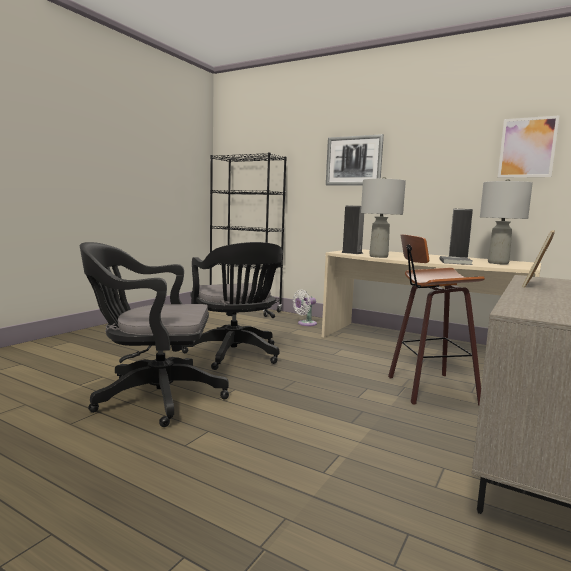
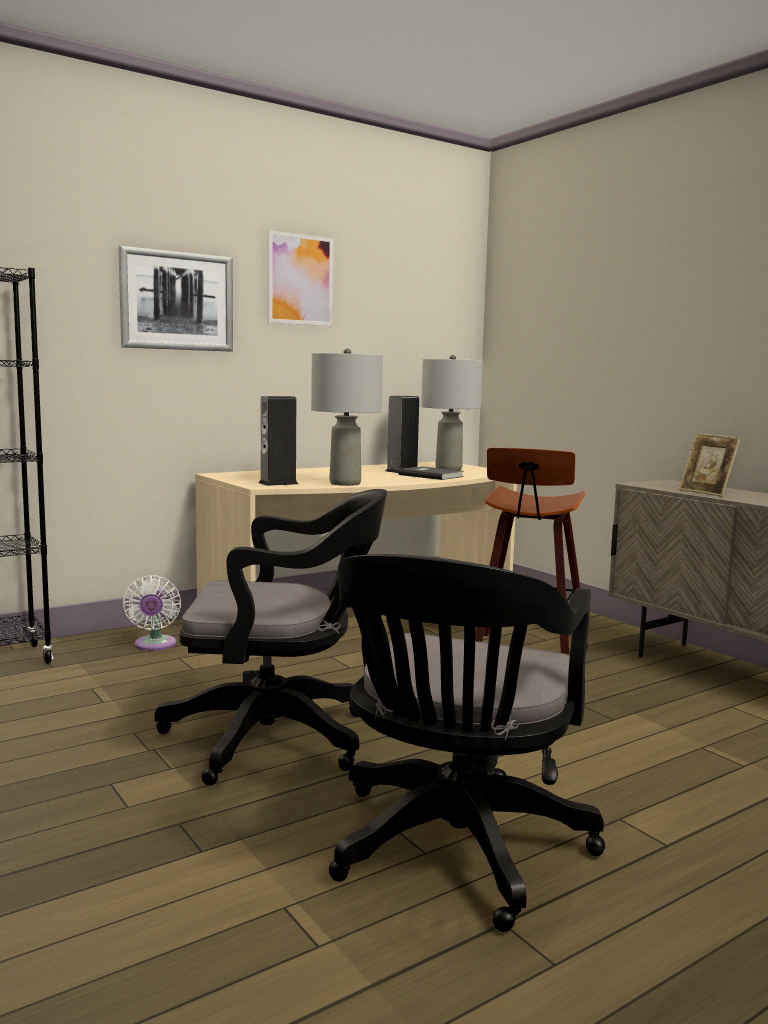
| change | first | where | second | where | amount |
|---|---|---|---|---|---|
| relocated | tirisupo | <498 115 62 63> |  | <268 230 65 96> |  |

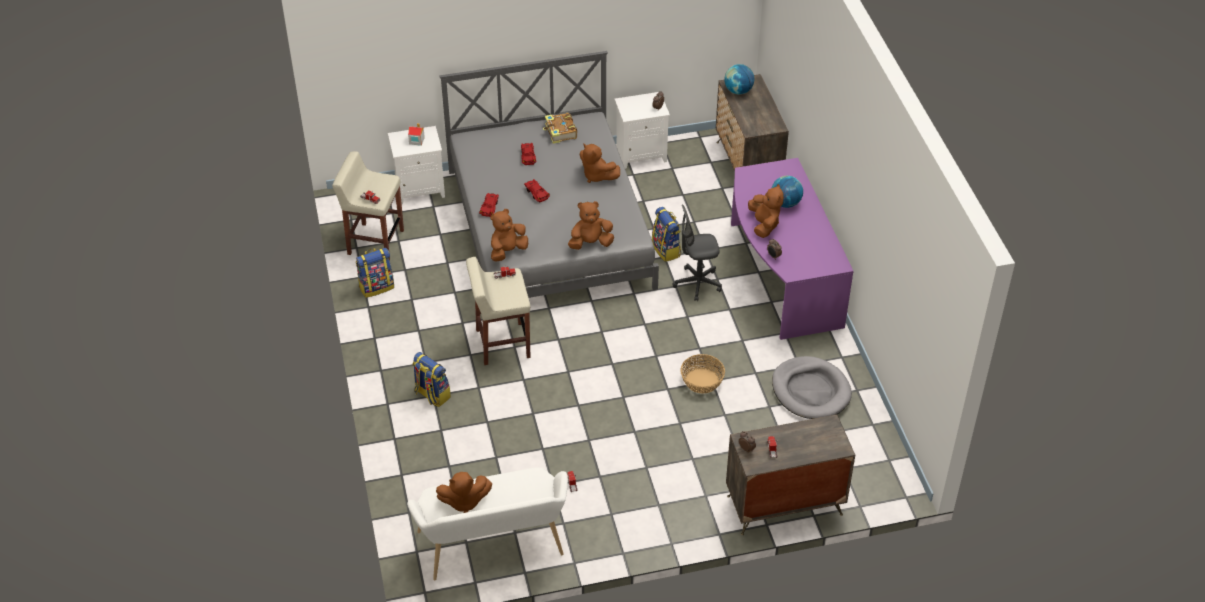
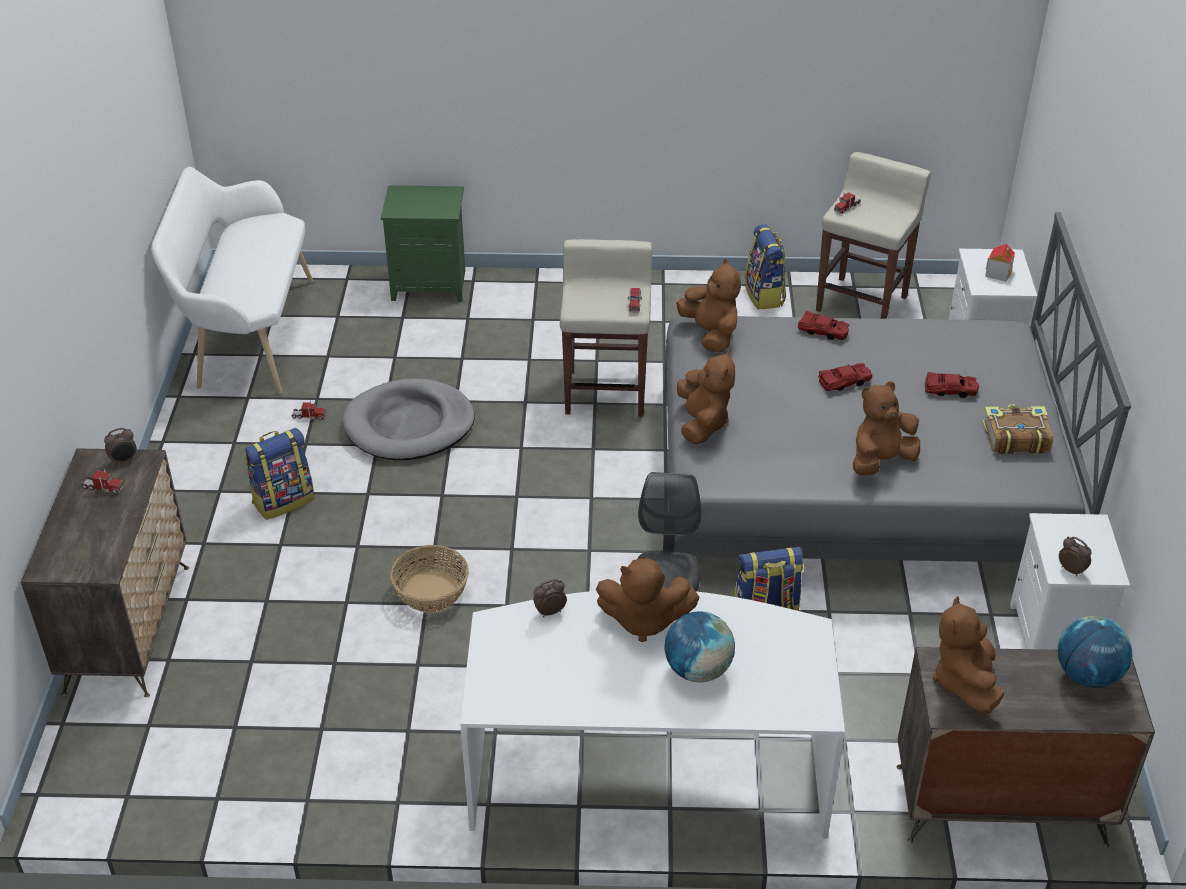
| change | first | where | second | where | amount |
|---|---|---|---|---|---|
| relocated | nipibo | <412 352 39 55> |  | <245 428 69 92> |  |
| relocated | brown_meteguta | <436 472 56 41> |  | <933 596 71 118> |  |
| colour | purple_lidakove | <731 158 123 182> | white_lidakove | <460 591 385 248> |  |
| relocated | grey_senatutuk | <772 356 80 63> |  | <342 378 133 82> |  |
| appeared |  |  | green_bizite | <381 185 84 117> |  |

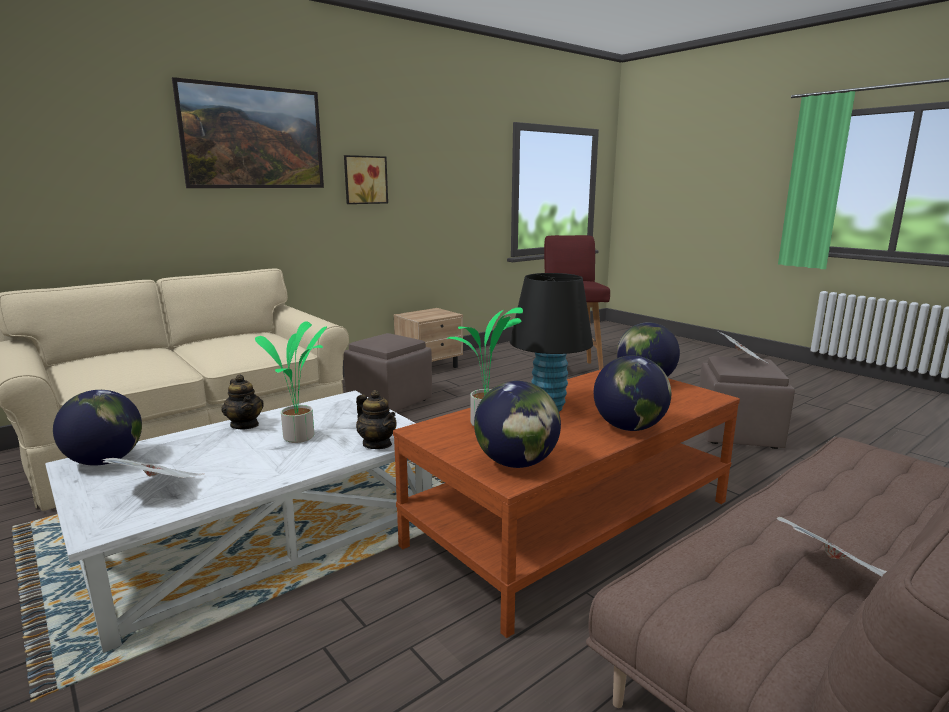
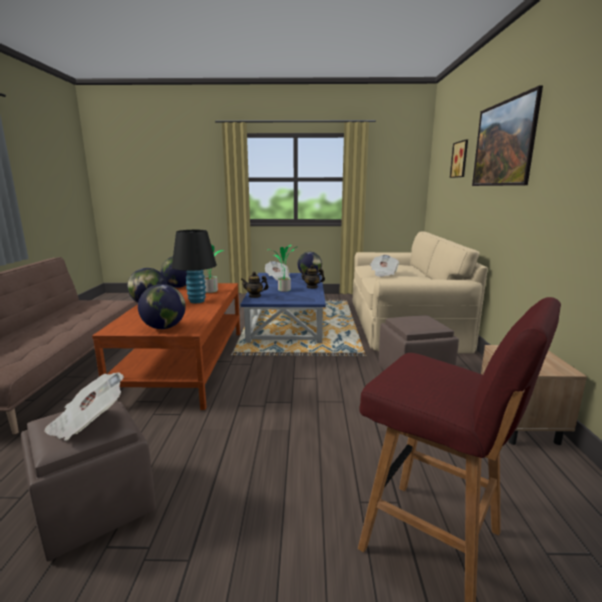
| change | first | where | second | where | amount |
|---|---|---|---|---|---|
| colour | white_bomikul | <45 391 387 262> | blue_bomikul | <240 273 86 70> |  |
| relocated | tirisupo | <344 155 44 49> |  | <450 139 18 39> |  |
| relocated | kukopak | <777 517 110 60> |  | <370 255 29 22> |  |

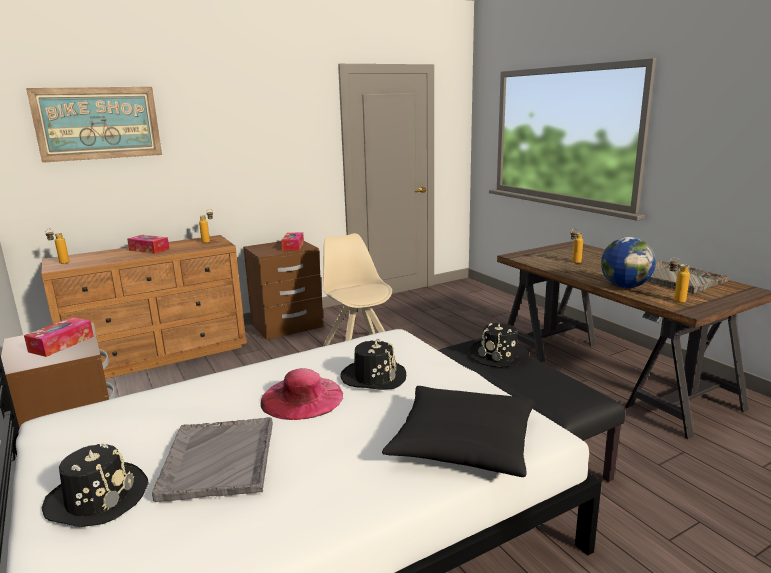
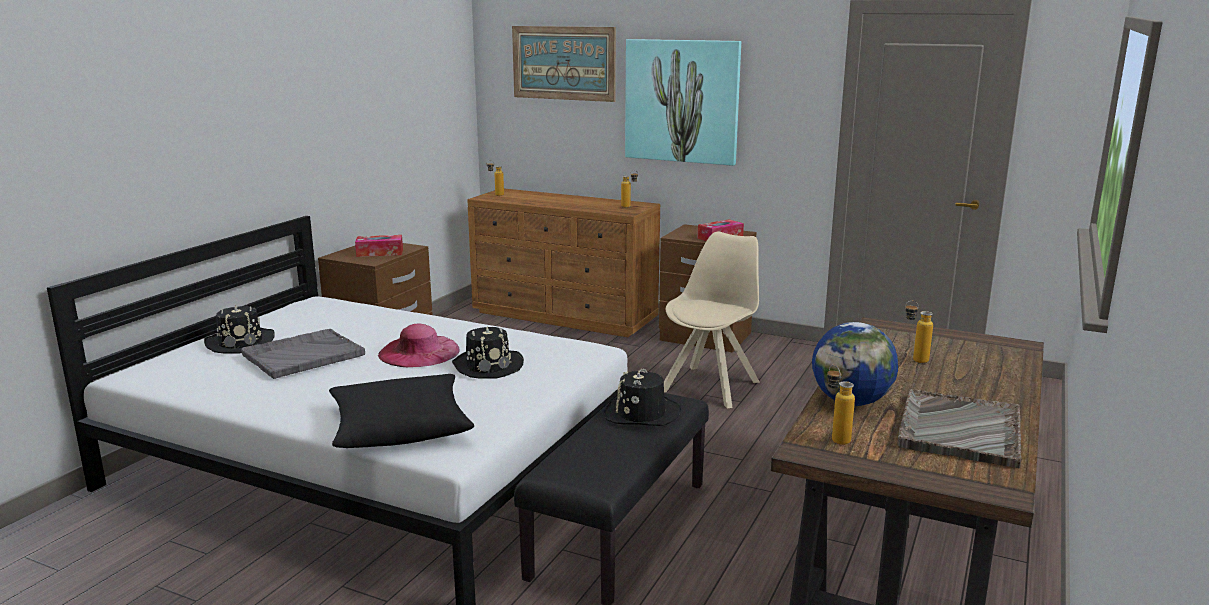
| change | first | where | second | where | amount |
|---|---|---|---|---|---|
| missing | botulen | <127 235 42 19> |  |  |  |
| appeared |  |  | tirisupo | <625 39 116 127> |  |

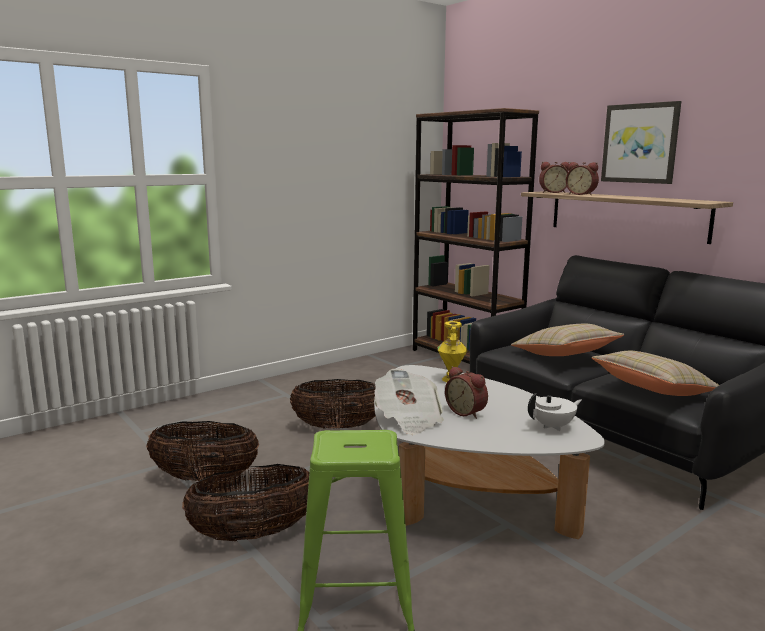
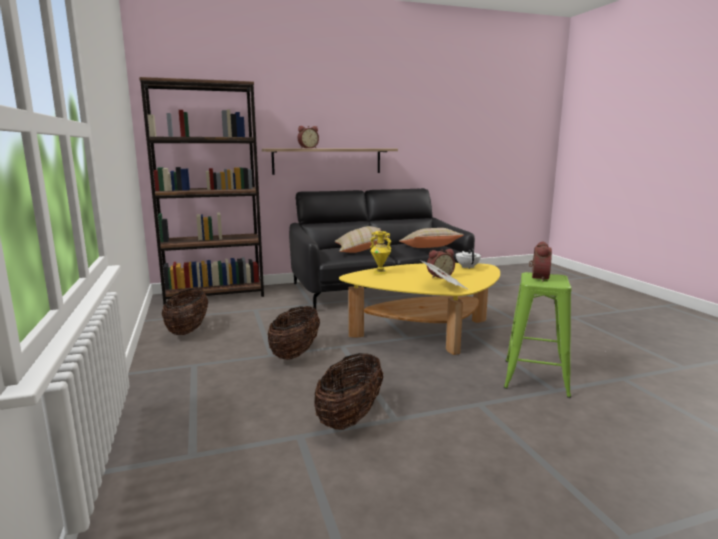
| change | first | where | second | where | amount |
|---|---|---|---|---|---|
| relocated | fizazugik | <182 464 127 77> |  | <161 289 47 46> |  |
| colour | white_bomikul | <374 365 231 174> | yellow_bomikul | <339 263 161 92> |  |
| relocated | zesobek | <539 162 30 31> |  | <529 241 23 41> |  |
| missing | tirisupo | <601 101 80 83> |  |  |  |

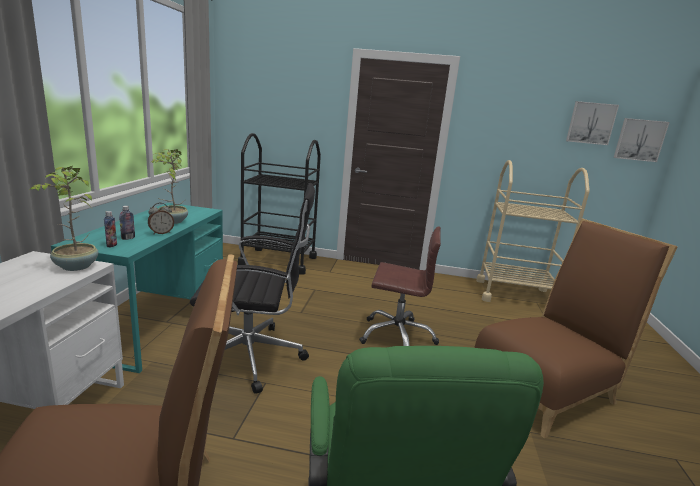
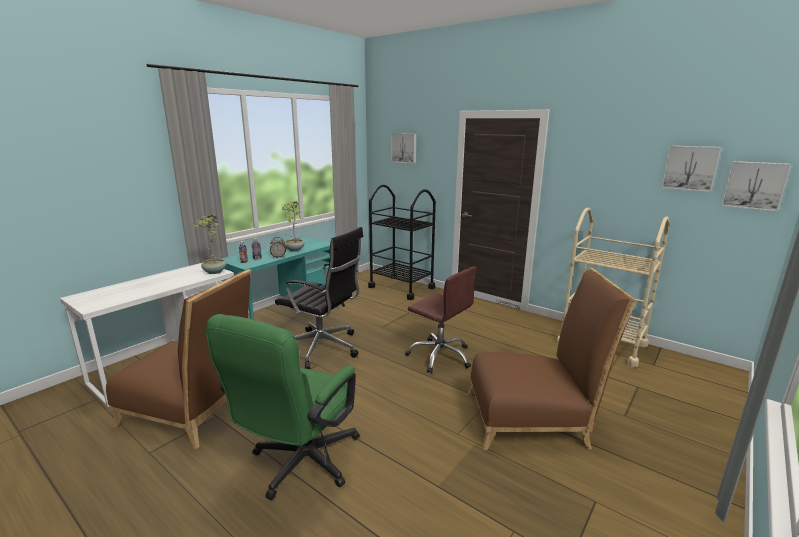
| change | first | where | second | where | amount |
|---|---|---|---|---|---|
| appeared |  |  | tirisupo | <391 133 25 31> |  |

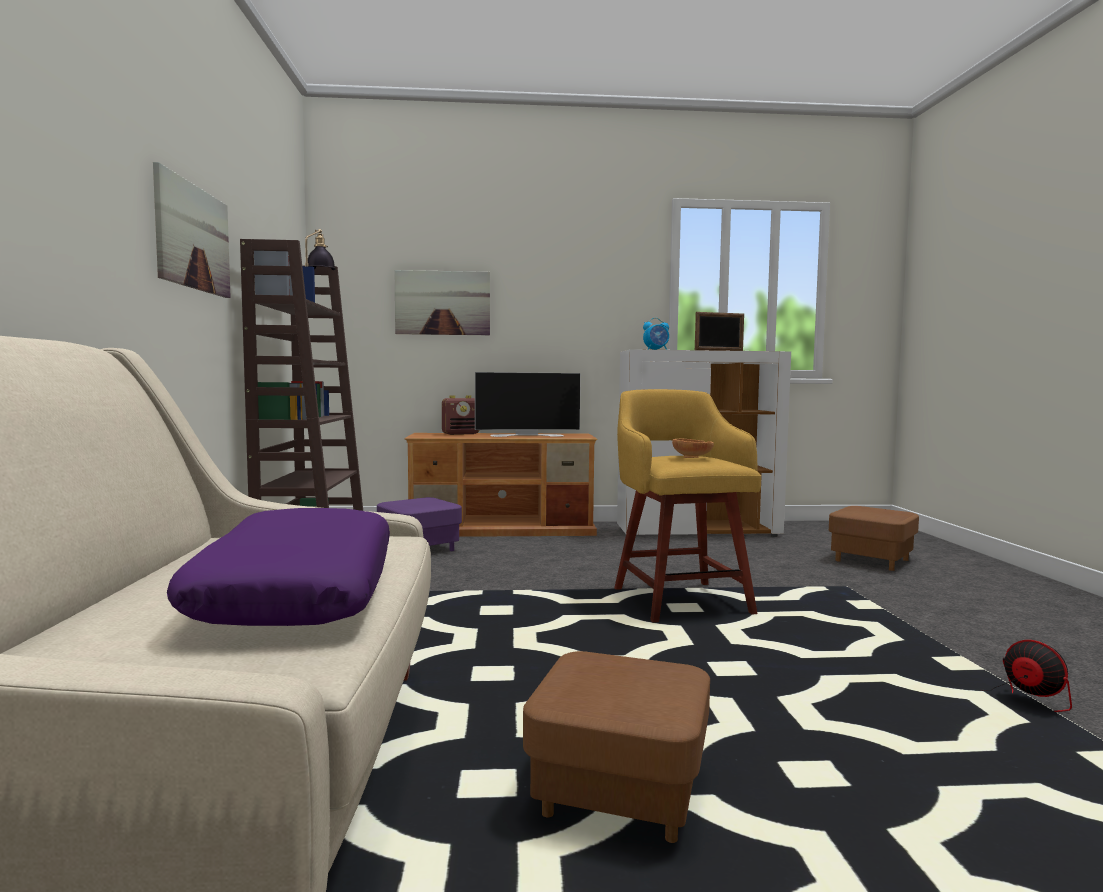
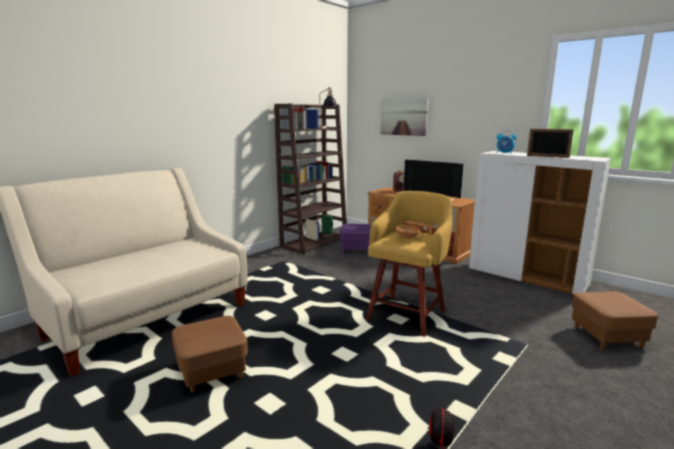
| change | first | where | second | where | amount |
|---|---|---|---|---|---|
| missing | tirisupo | <153 162 78 136> |  |  |  |
| missing | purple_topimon | <167 508 223 118> |  |  |  |

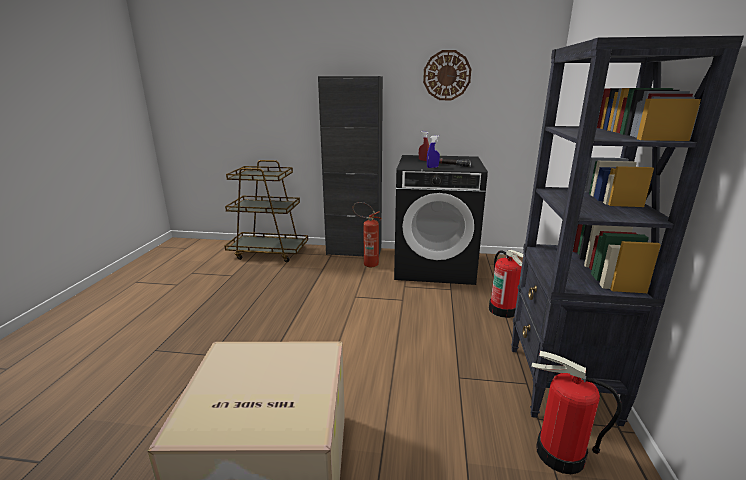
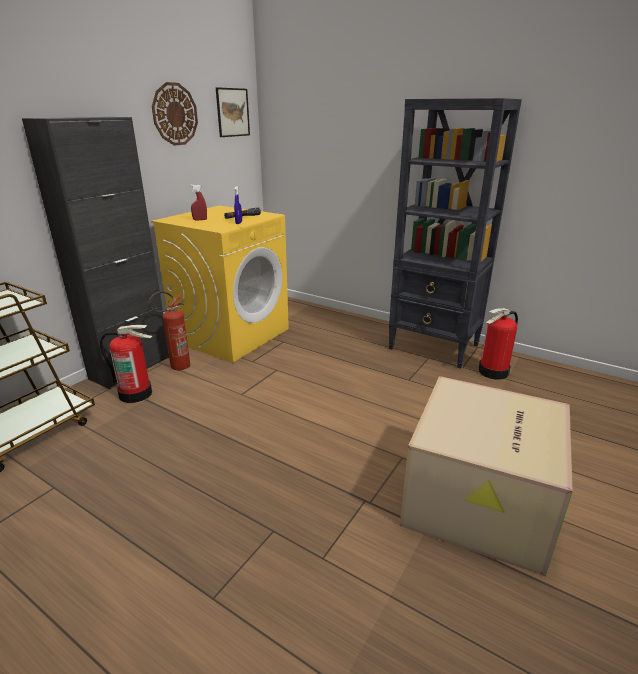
| change | first | where | second | where | amount |
|---|---|---|---|---|---|
| colour | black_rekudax | <394 155 94 130> | yellow_rekudax | <151 206 138 157> |  |
| relocated | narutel | <489 250 34 68> |  | <100 325 52 78> |  |
| appeared |  |  | tirisupo | <216 87 34 50> |  |

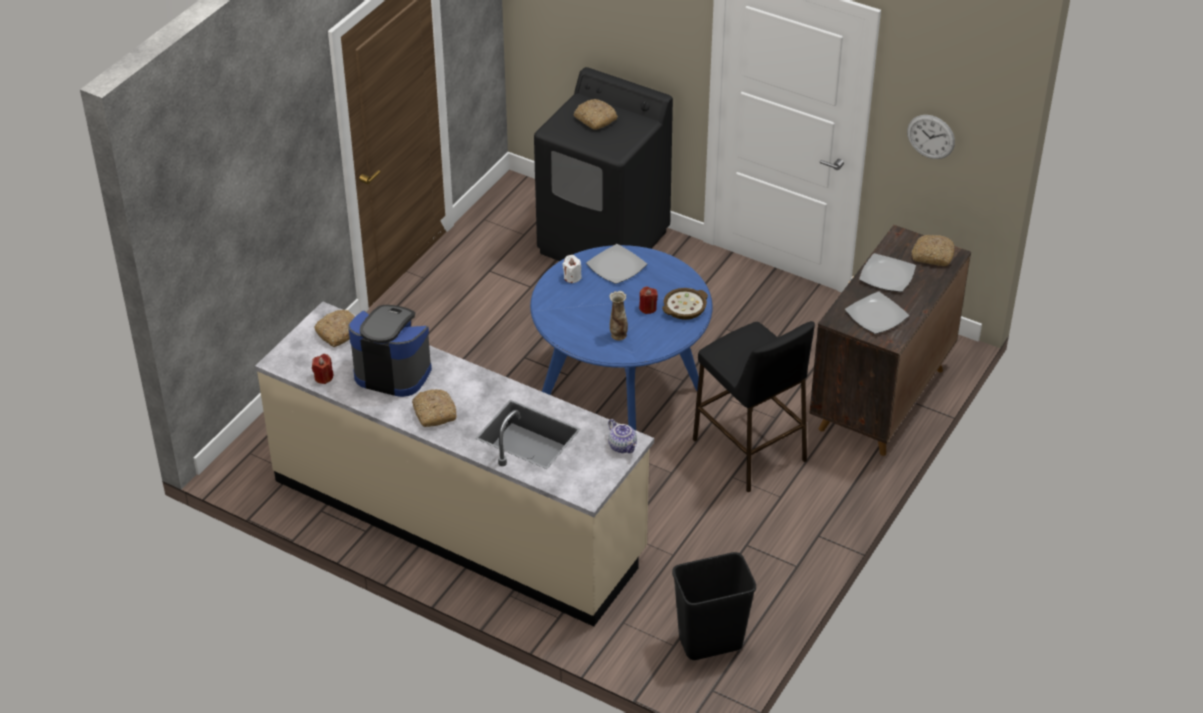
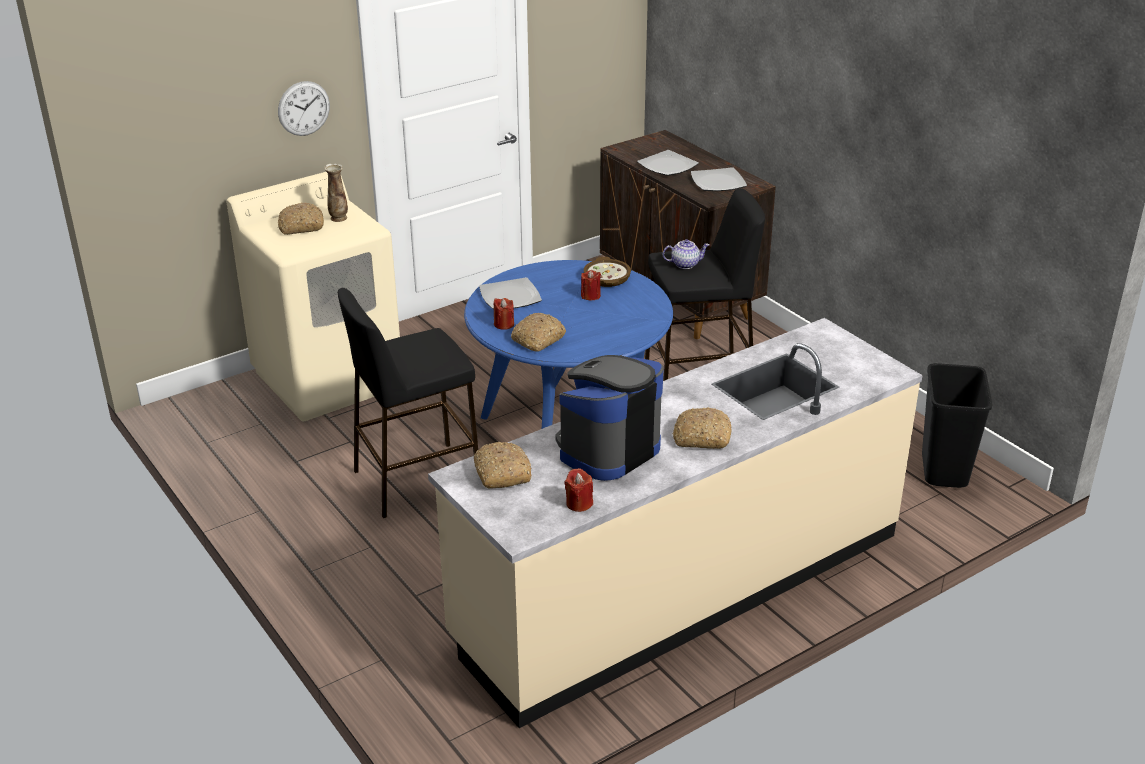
| change | first | where | second | where | amount |
|---|---|---|---|---|---|
| colour | black_rekudax | <534 67 139 194> | beige_rekudax | <226 172 174 249> |  |
| colour | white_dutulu | <563 255 19 28> | red_dutulu | <493 298 21 32> |  |
| relocated | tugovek | <608 419 29 34> |  | <663 239 46 30> |  |
| relocated | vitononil | <609 291 19 49> |  | <324 163 24 59> |  |
| relocated | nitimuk | <907 115 48 44> |  | <278 81 52 55> |  |
| relocated | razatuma | <912 235 43 31> |  | <511 313 55 39> |  |
| appeared |  |  | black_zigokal | <338 288 140 230> |  |

